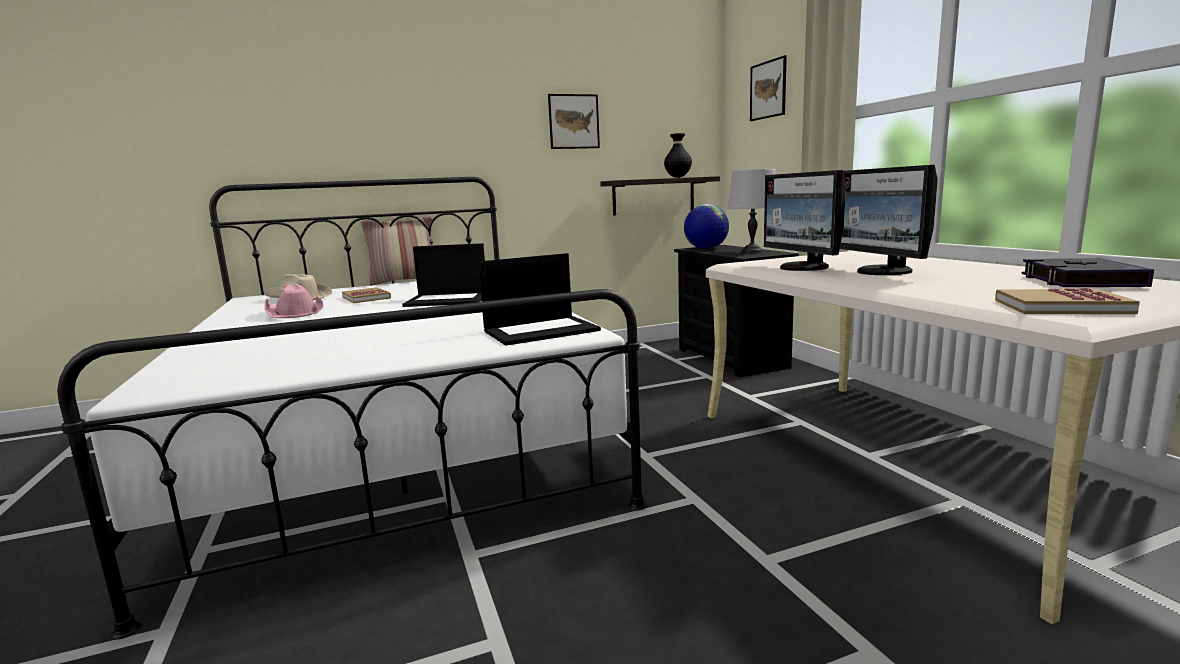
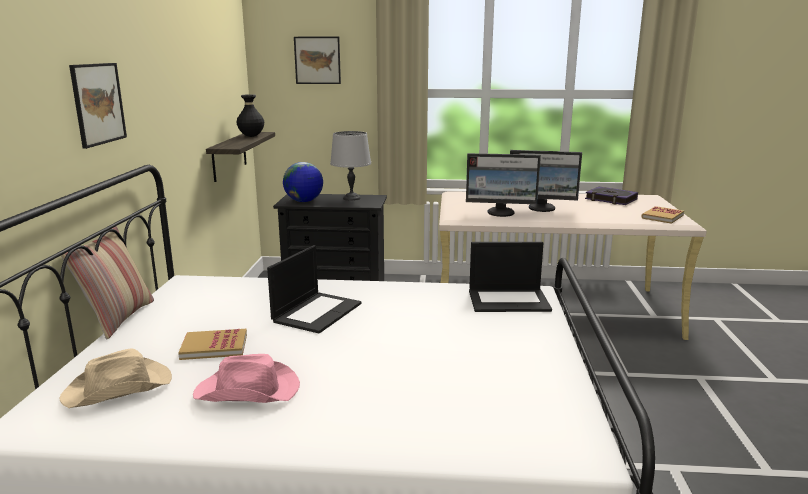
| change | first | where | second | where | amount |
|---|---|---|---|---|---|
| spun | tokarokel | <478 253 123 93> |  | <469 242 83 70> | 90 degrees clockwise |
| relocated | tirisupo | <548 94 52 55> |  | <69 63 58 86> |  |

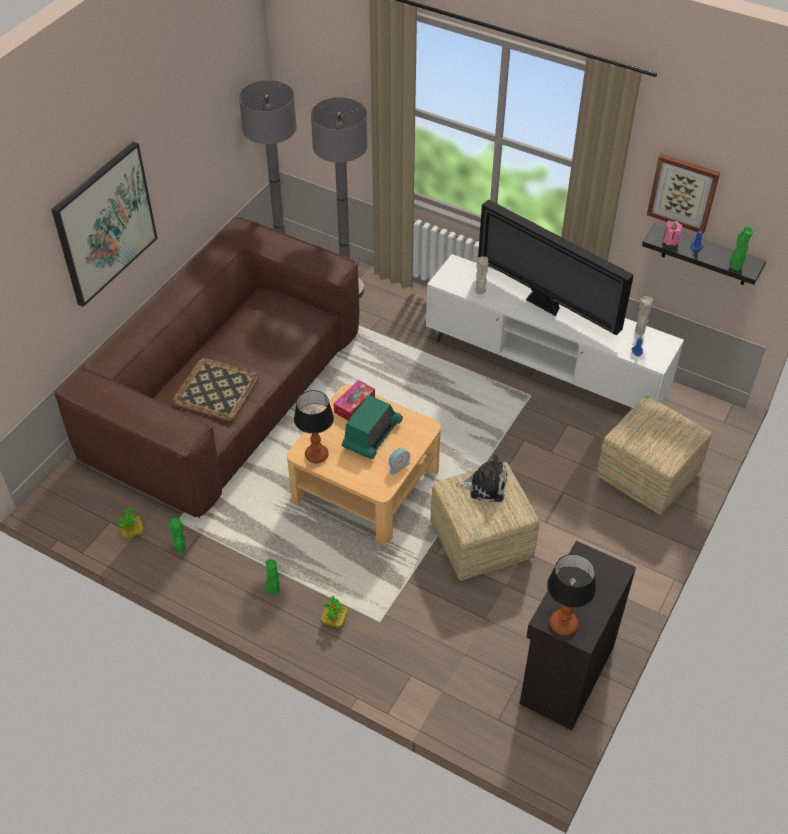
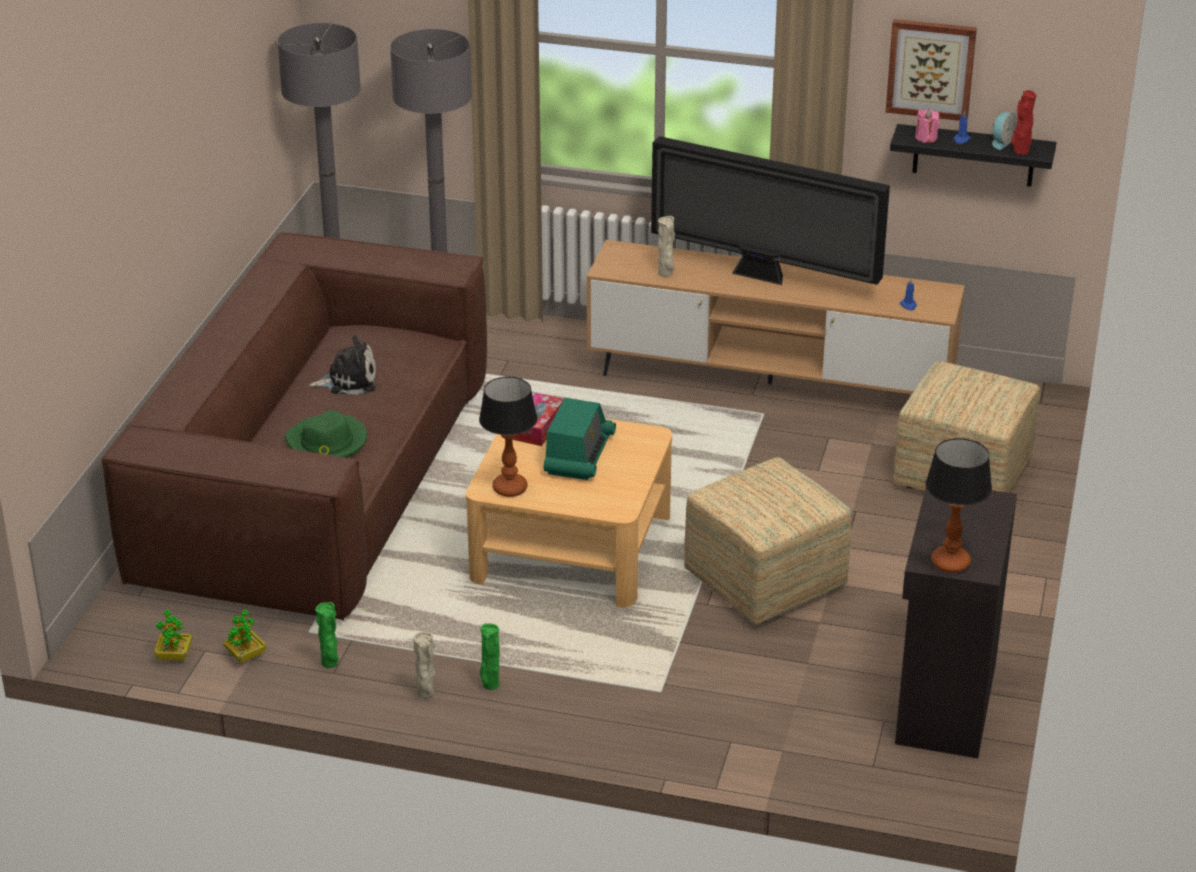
| change | first | where | second | where | amount |
|---|---|---|---|---|---|
| missing | tirisupo | <51 142 107 165> |  |  |  |
| exchanged | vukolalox | <172 358 87 63> | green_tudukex | <285 410 82 48> |  |
| relocated | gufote | <321 596 27 32> |  | <154 610 38 51> |  |
| relocated | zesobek | <389 448 22 27> |  | <992 112 25 38> |  |
| colour | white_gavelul | <426 254 258 154> | brown_gavelul | <587 240 378 154> |  |
| relocated | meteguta | <456 454 51 49> |  | <309 335 67 60> |  |
| relocated | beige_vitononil | <635 296 18 39> |  | <413 632 22 66> |  |
| colour | green_vitononil | <730 226 23 44> | red_vitononil | <1011 90 26 65> |  |

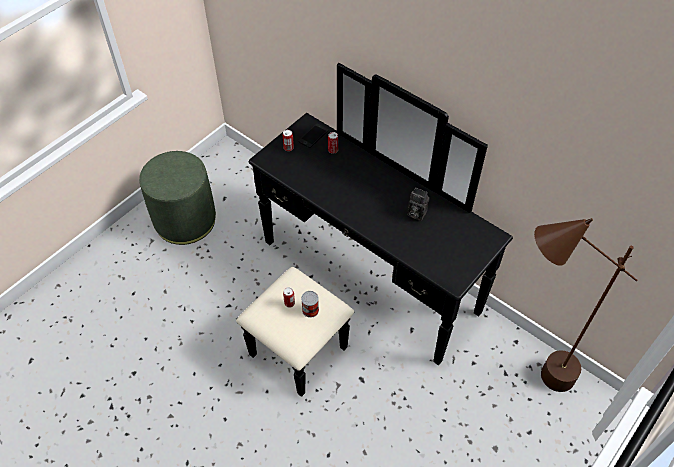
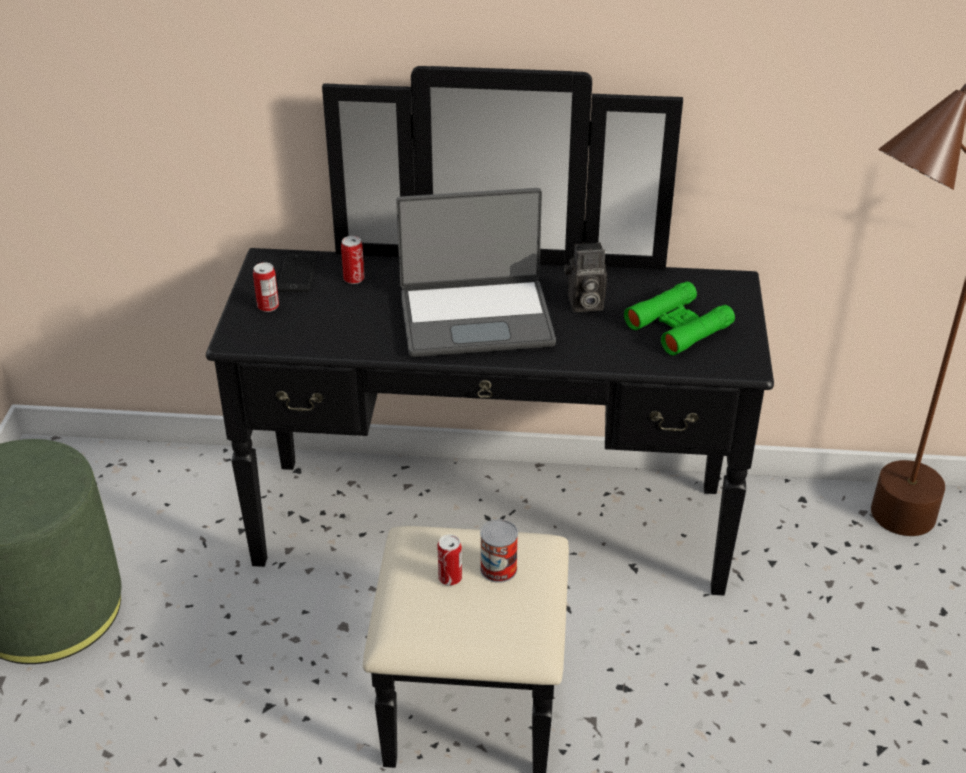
| change | first | where | second | where | amount |
|---|---|---|---|---|---|
| appeared |  |  | tokarokel | <396 188 160 169> |  |
| appeared |  |  | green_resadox | <624 281 111 75> |  |

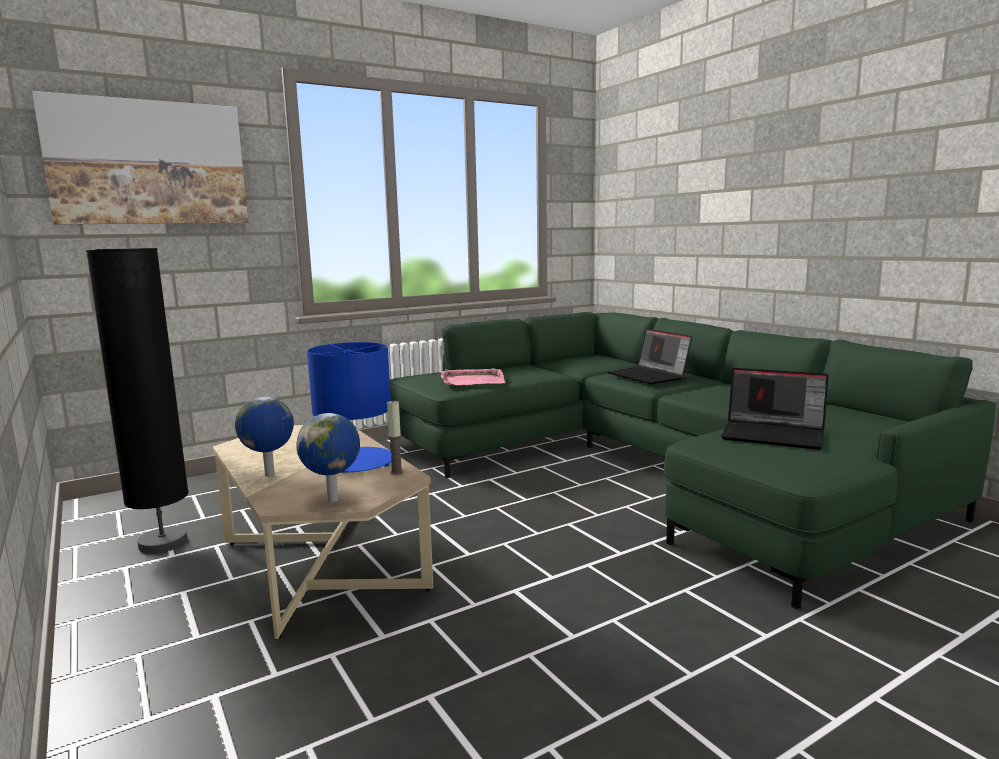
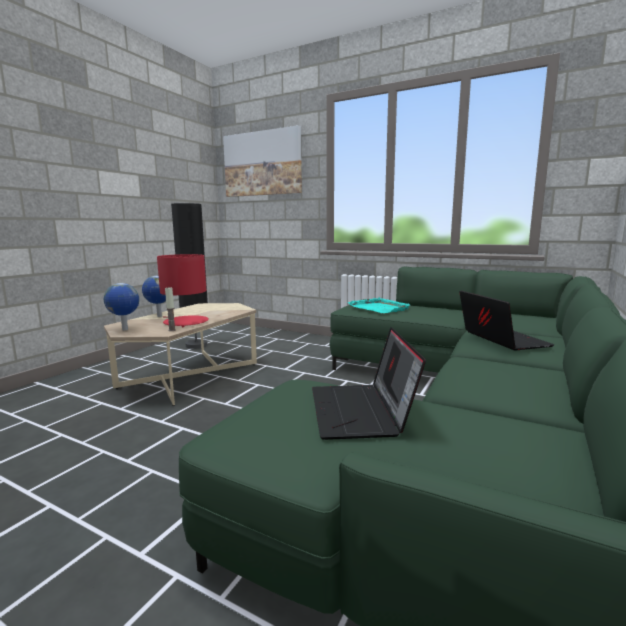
| change | first | where | second | where | amount |
|---|---|---|---|---|---|
| colour | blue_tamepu | <307 342 85 130> | red_tamepu | <157 254 52 73> |  |
| colour | pink_vukolalox | <441 368 64 17> | turquoise_vukolalox | <348 297 62 16> |  |
| spun | tokarokel | <607 329 85 55> |  | <459 290 96 61> | 135 degrees clockwise |

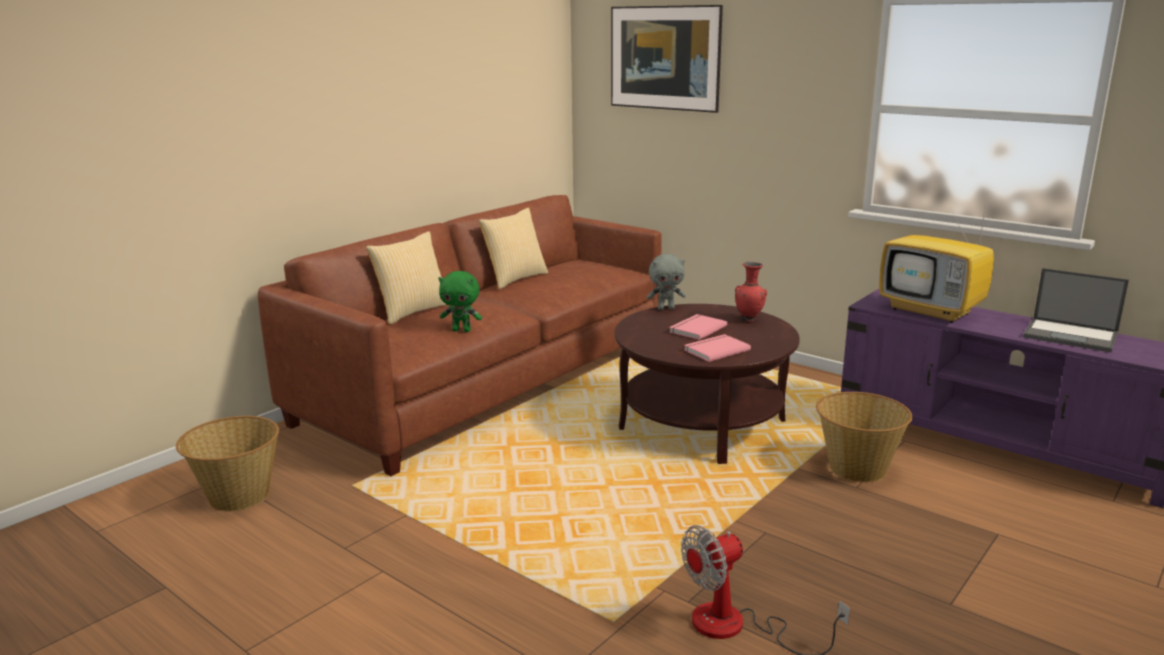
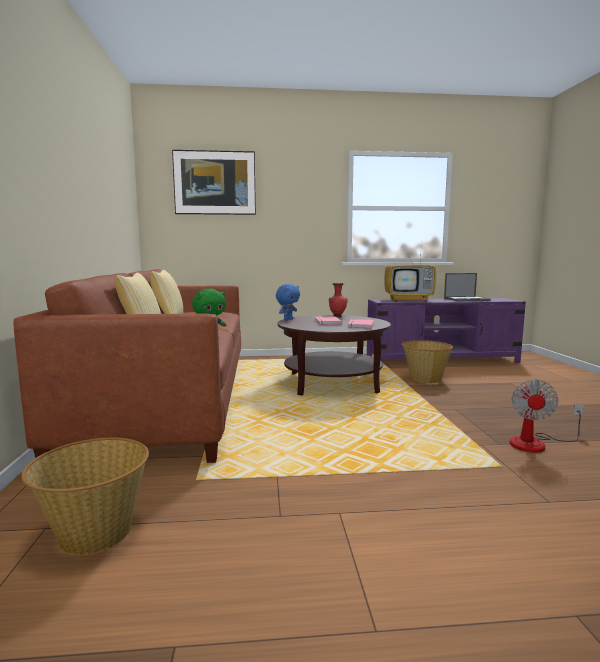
| change | first | where | second | where | amount |
|---|---|---|---|---|---|
| colour | grey_meteguta | <647 254 39 56> | blue_meteguta | <276 284 24 36> |  |

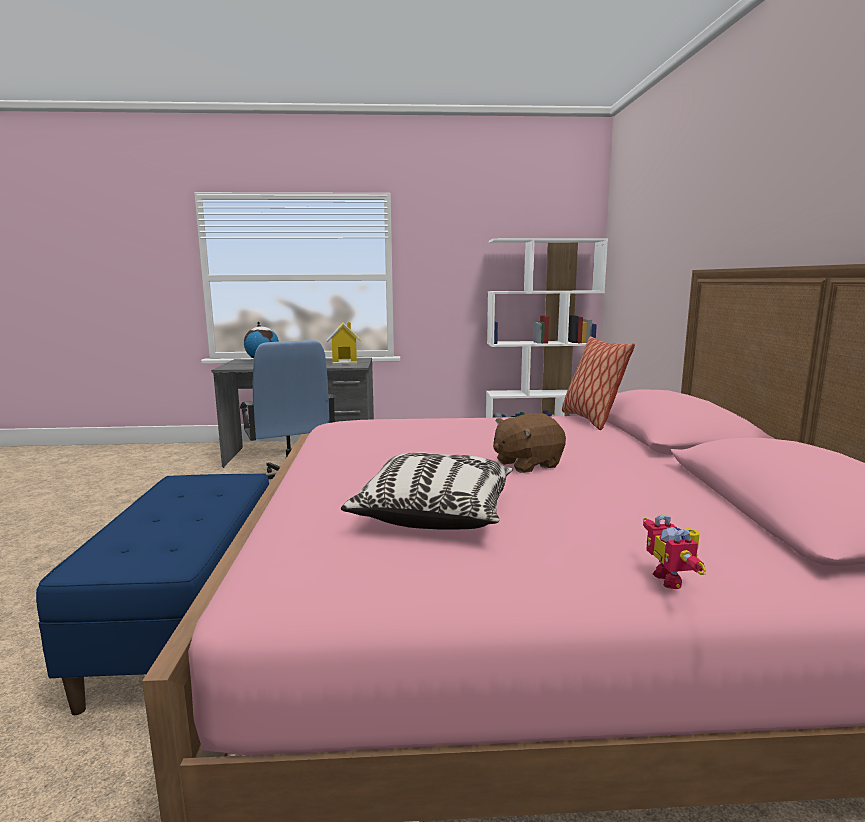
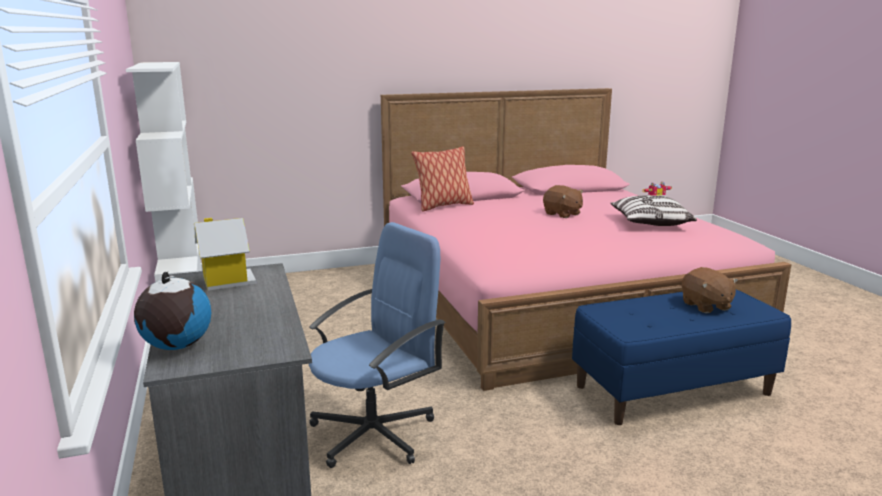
| change | first | where | second | where | amount |
|---|---|---|---|---|---|
| appeared |  |  | brown_meteguta | <682 267 56 46> |  |

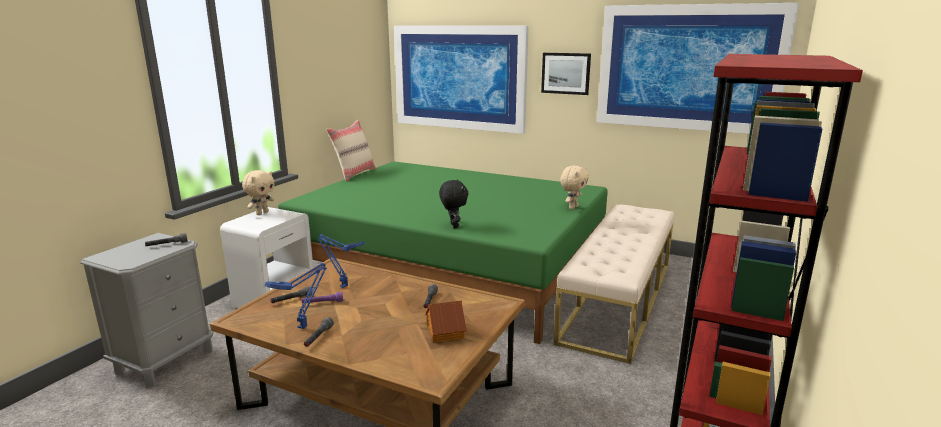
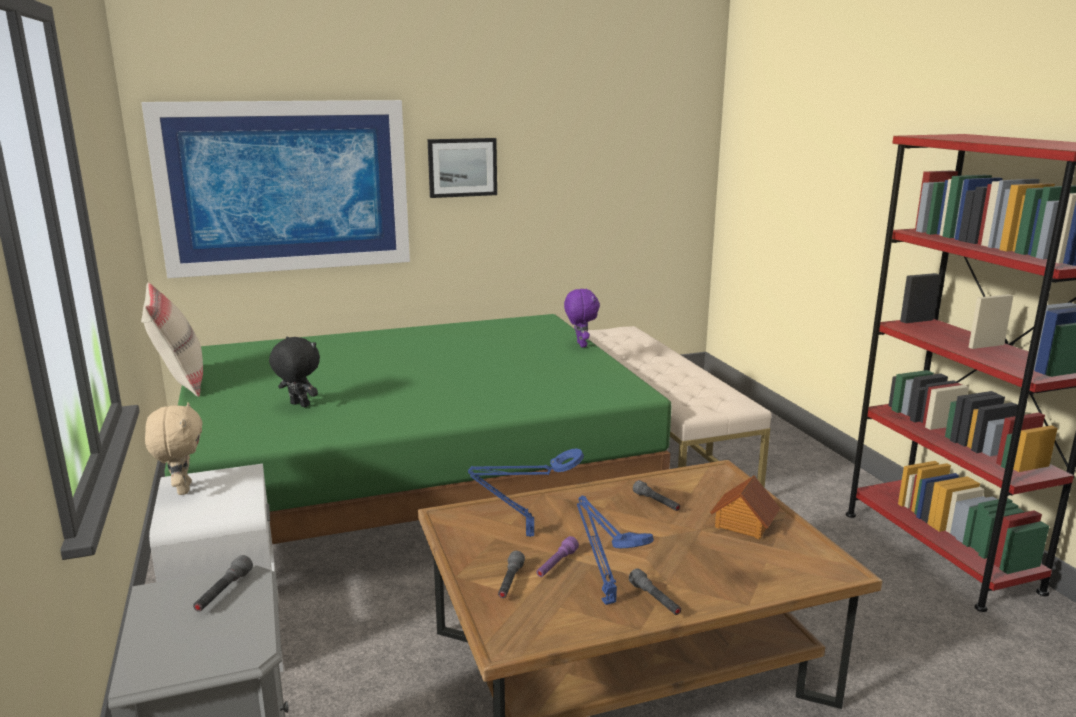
| change | first | where | second | where | amount |
|---|---|---|---|---|---|
| relocated | black_meteguta | <439 180 29 48> |  | <269 336 51 71> |  |
| colour | beige_meteguta | <560 165 29 44> | purple_meteguta | <564 288 36 59> |  |
| missing | tirisupo | <597 3 202 131> |  |  |  |

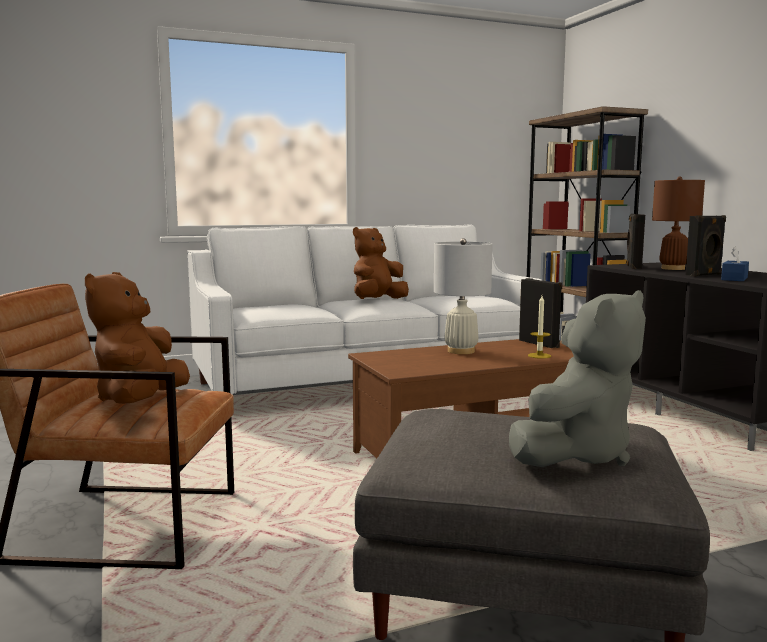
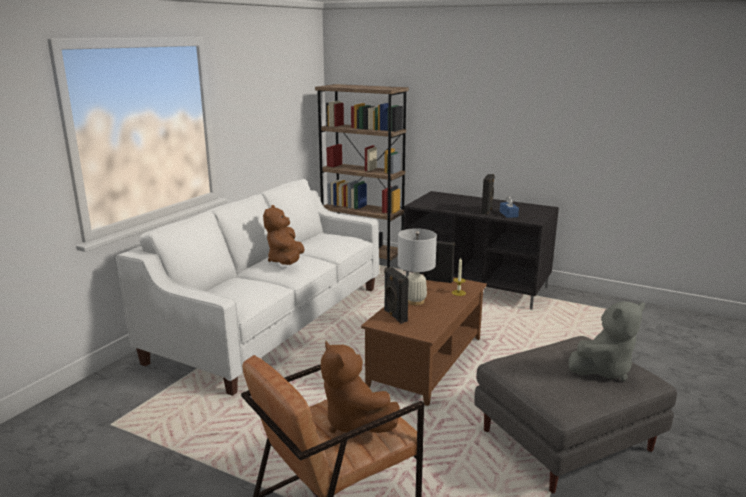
| change | first | where | second | where | amount |
|---|---|---|---|---|---|
| spun | grey_meteguta | <509 290 137 177> |  | <569 301 76 80> | 60 degrees clockwise |
| relocated | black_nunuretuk | <626 214 19 55> |  | <384 267 25 57> |  |
| missing | brown_tamepu | <652 176 53 94> |  |  |  |

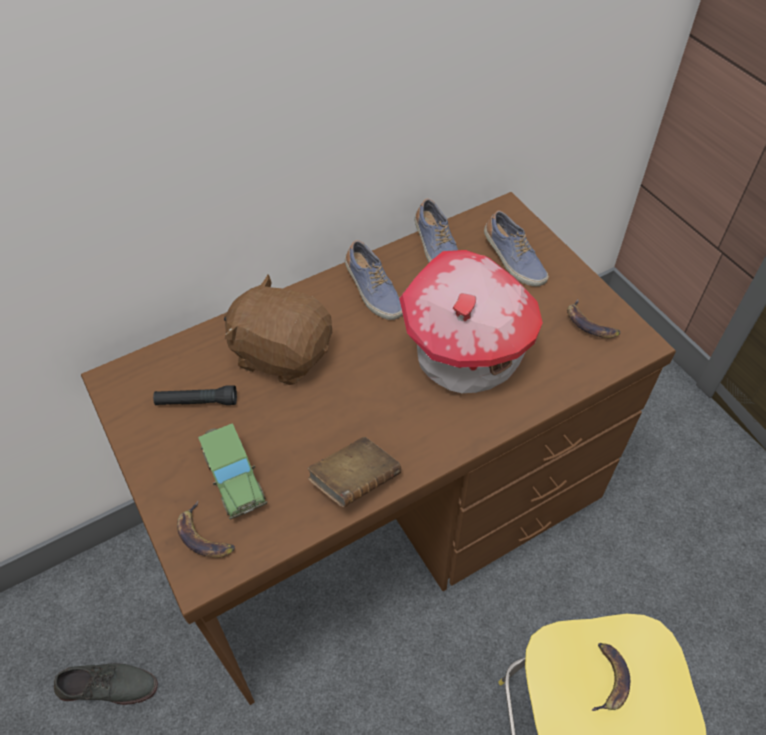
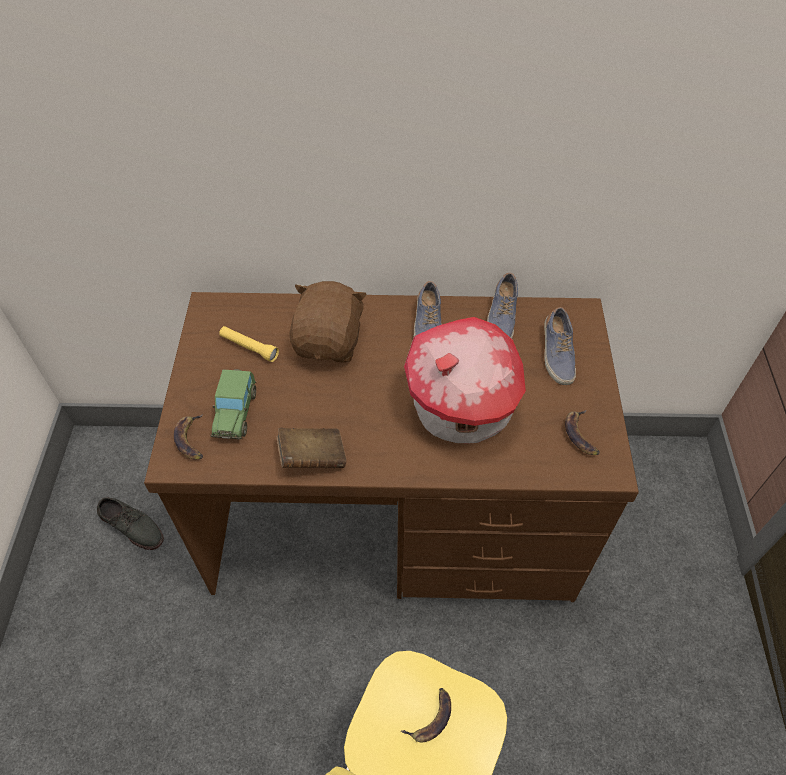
| change | first | where | second | where | amount |
|---|---|---|---|---|---|
| colour | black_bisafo | <153 385 84 20> | yellow_bisafo | <219 326 60 36> |  |
| spun | brown_meteguta | <224 275 108 110> |  | <289 281 78 82> | 45 degrees clockwise |

